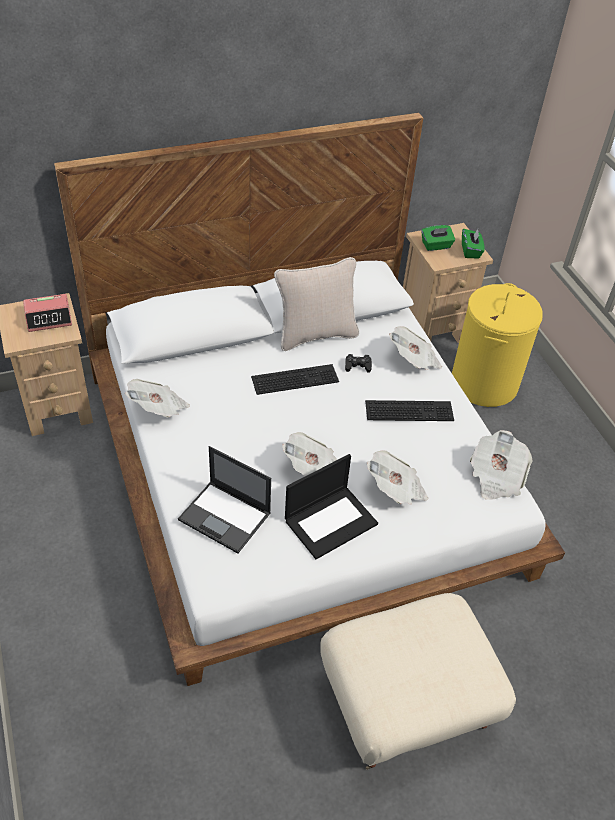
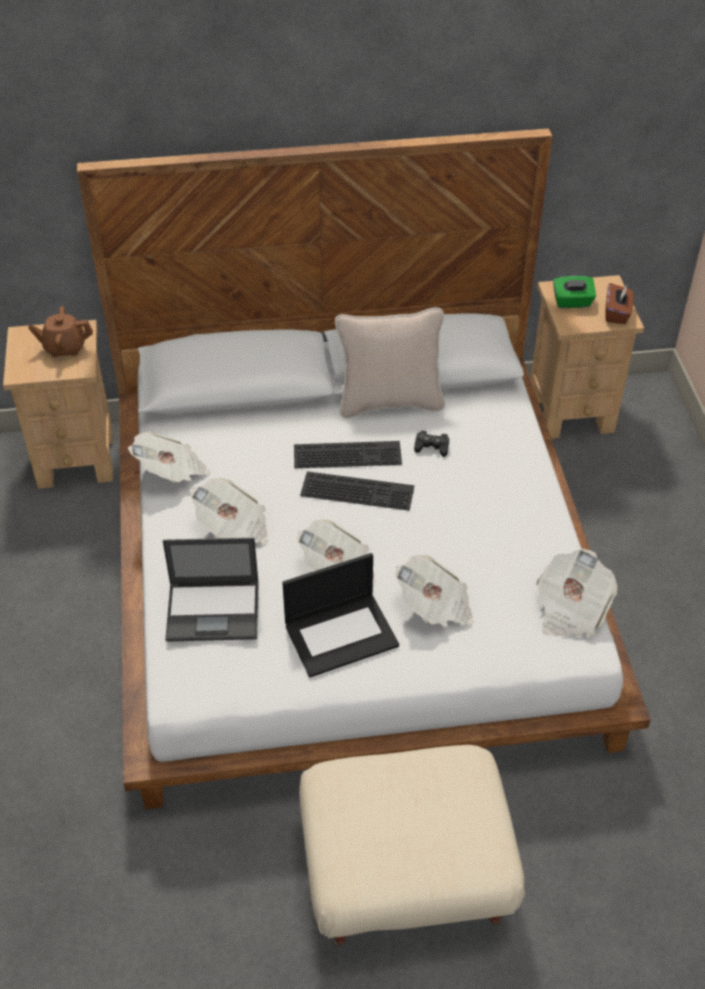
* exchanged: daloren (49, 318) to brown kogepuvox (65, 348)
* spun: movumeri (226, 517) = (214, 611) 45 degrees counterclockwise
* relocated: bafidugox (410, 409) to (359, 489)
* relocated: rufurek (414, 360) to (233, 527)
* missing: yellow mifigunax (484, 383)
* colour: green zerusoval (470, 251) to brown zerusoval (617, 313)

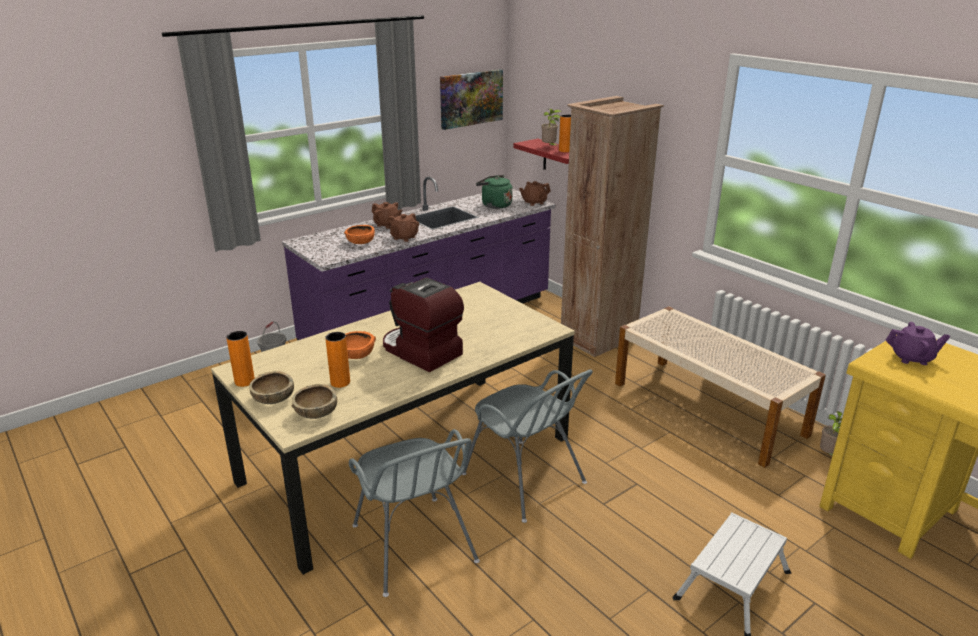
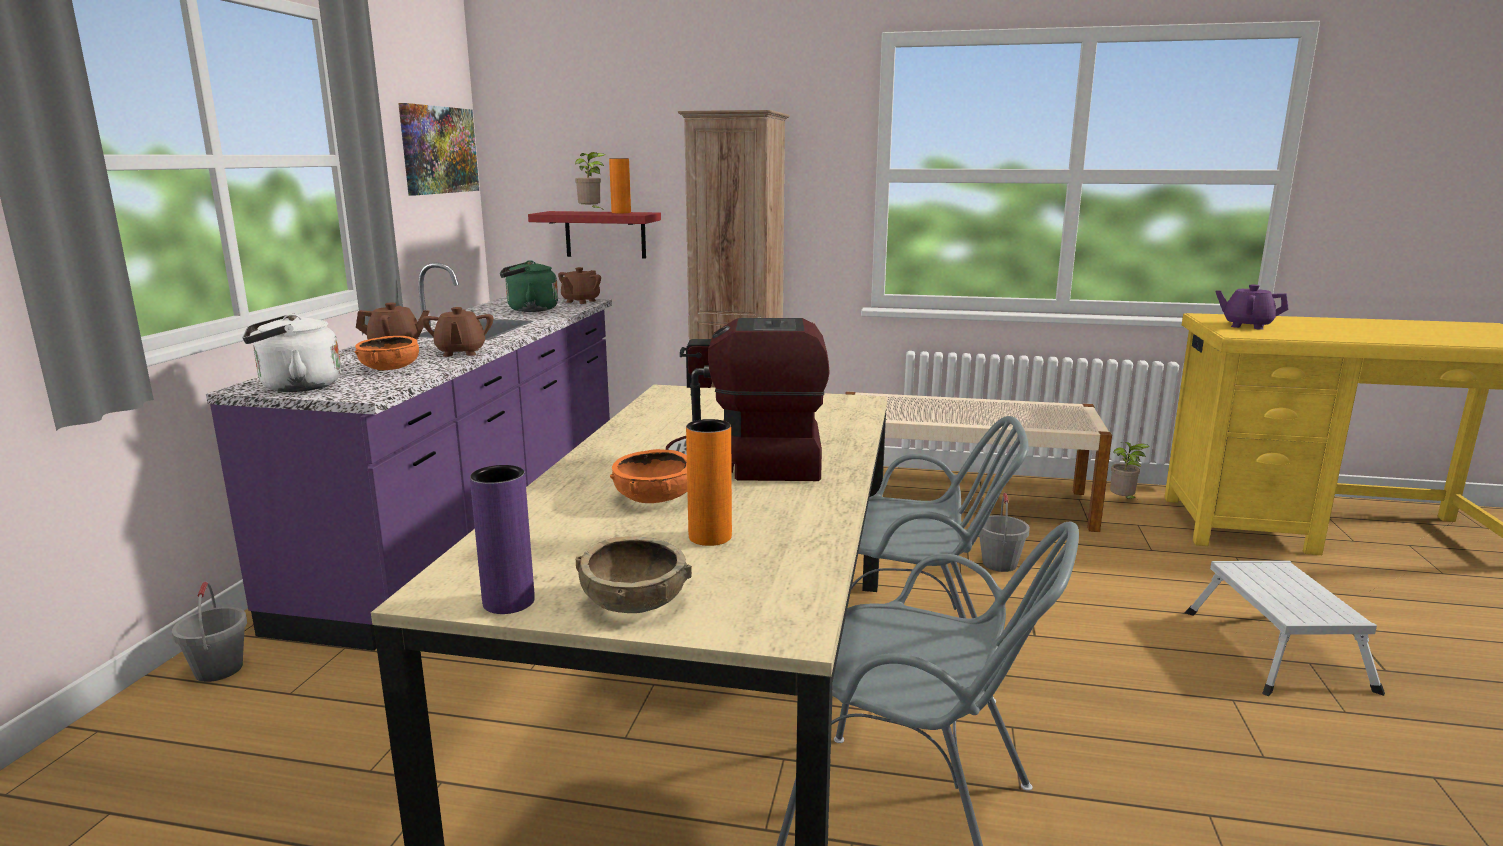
* colour: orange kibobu (244, 381) to purple kibobu (508, 602)
* missing: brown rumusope (316, 412)
* spun: purple kogepuvox (912, 358) = (1247, 326) 120 degrees counterclockwise
* appeared: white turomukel (295, 387)
* appeared: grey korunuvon (999, 564)

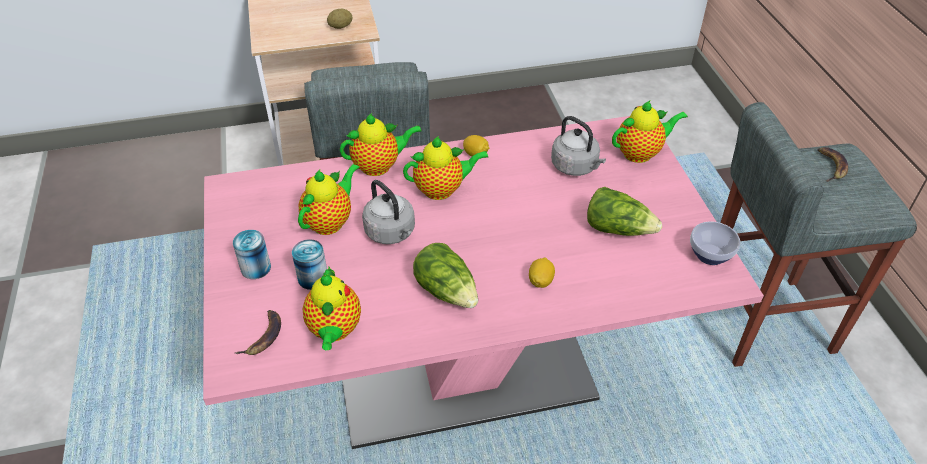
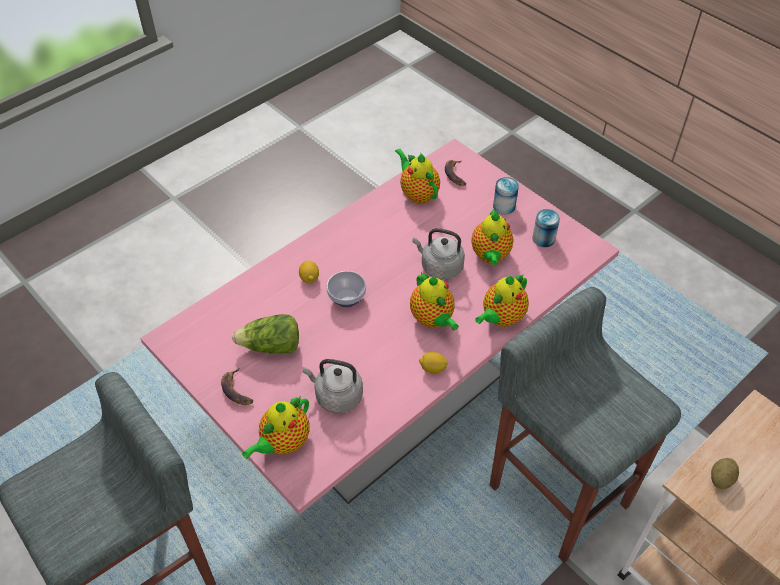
* relocated: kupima (313, 278) to (543, 238)
* spun: kogepuvox (442, 189) = (433, 319) 75 degrees counterclockwise
* missing: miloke (447, 291)
* relocated: rumusope (711, 256) to (345, 298)
* relocated: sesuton (830, 166) to (237, 390)

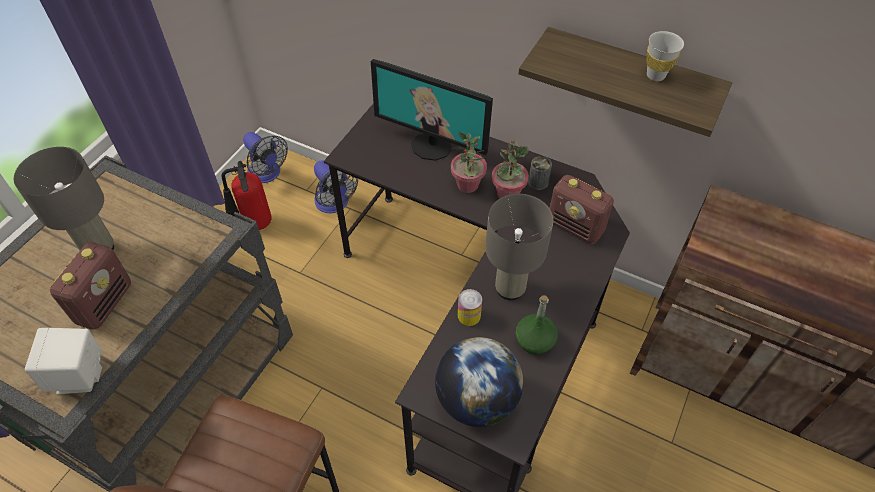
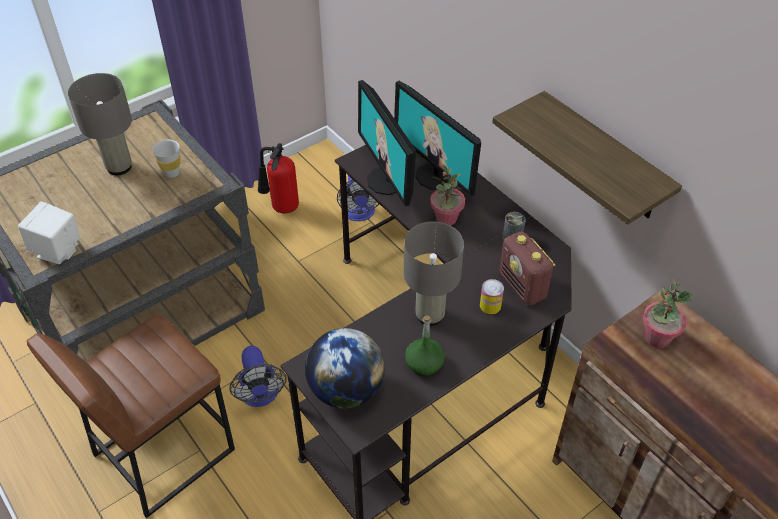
* missing: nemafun (105, 303)
* relocated: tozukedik (267, 174) to (260, 396)
* relocated: kupima (469, 315) to (490, 305)
* relocated: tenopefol (507, 194) to (657, 338)
* relocated: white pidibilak (655, 75) to (172, 173)
* appeared: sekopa (386, 181)

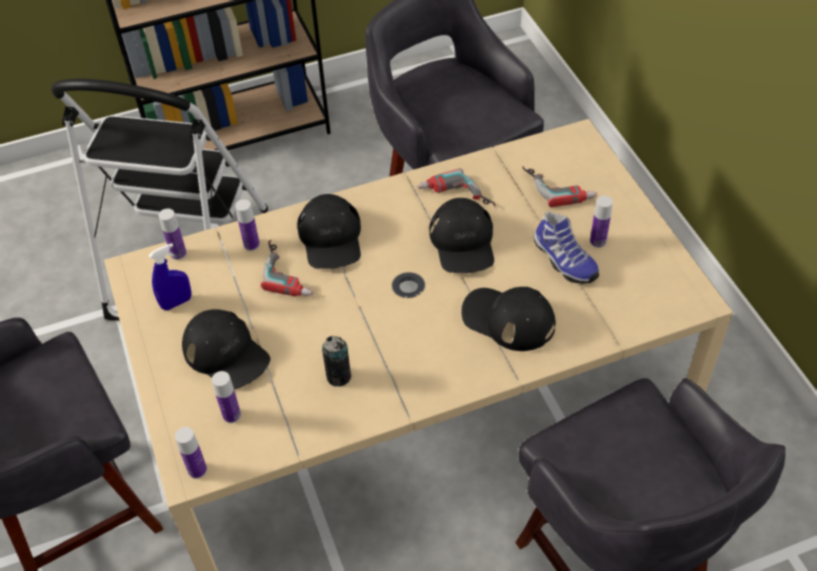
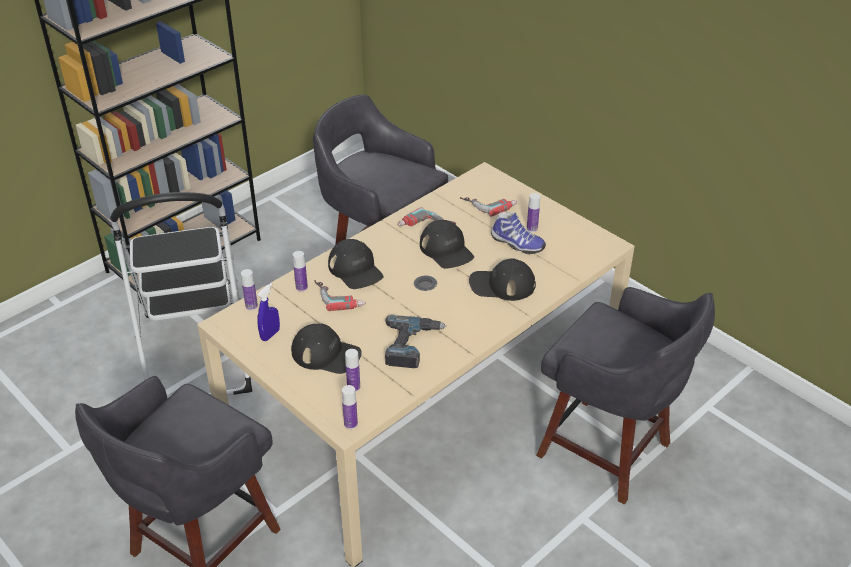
* exchanged: kupima (338, 376) to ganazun (412, 345)

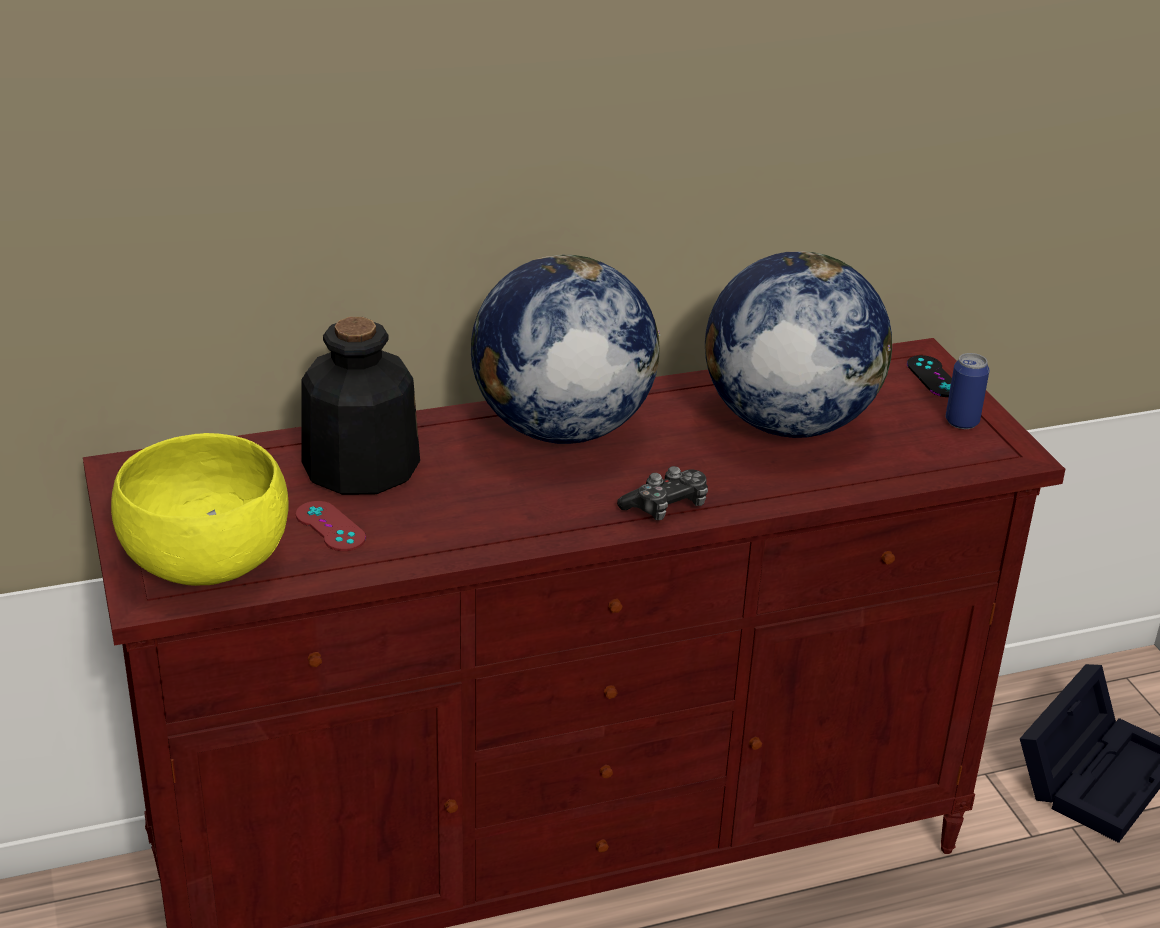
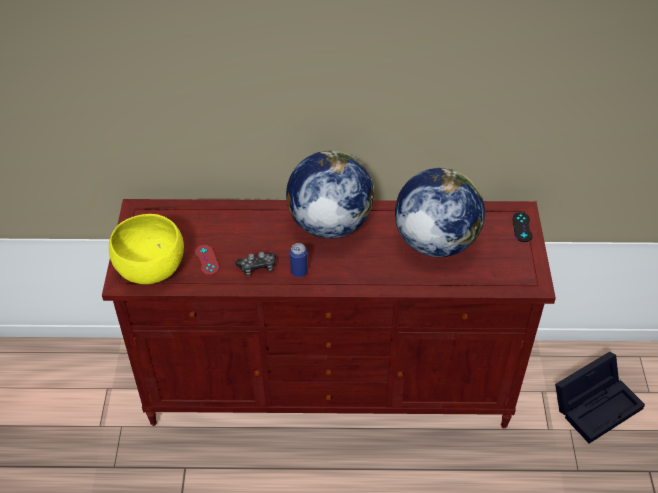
* missing: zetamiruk (359, 466)
* relocated: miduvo (666, 506) to (257, 267)
* relocated: kupima (962, 422) to (299, 272)

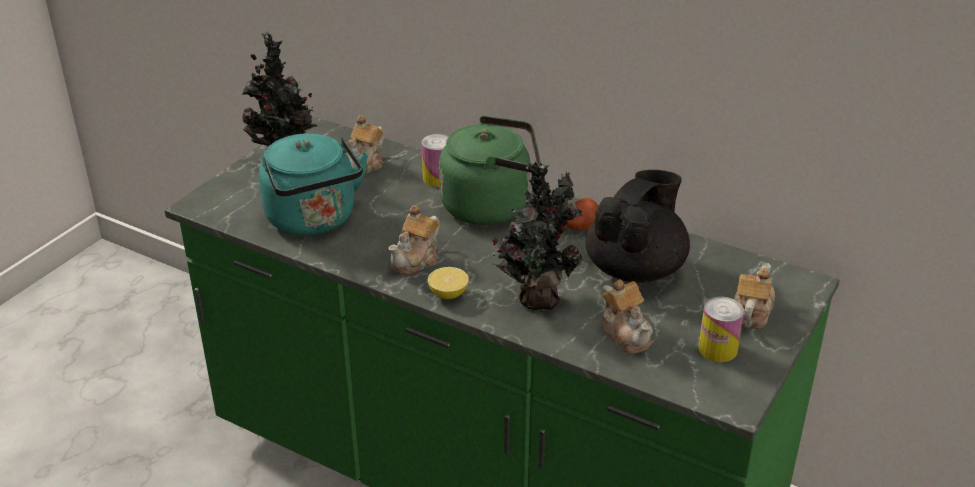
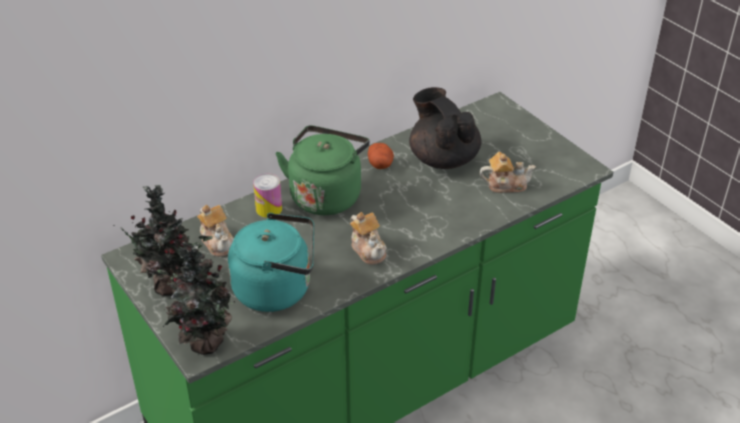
* missing: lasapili (448, 294)
* relocated: tenopefol (537, 297) to (202, 343)
* missing: kupima (717, 349)
* missing: kogepuvox (751, 312)

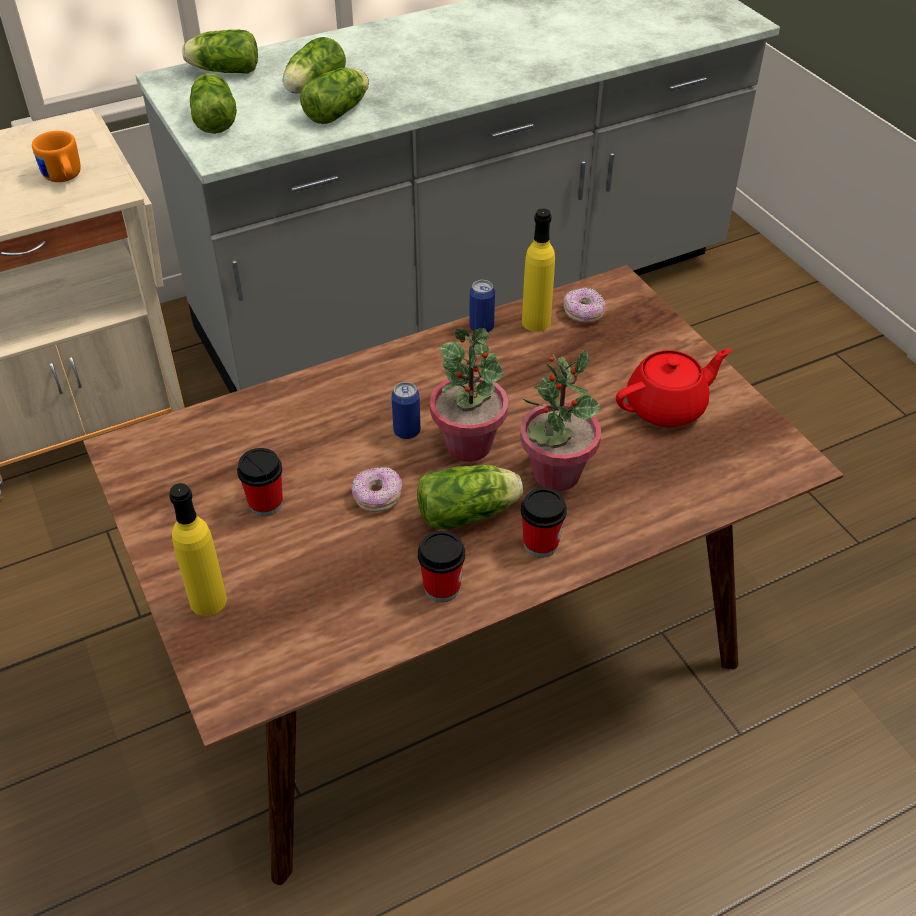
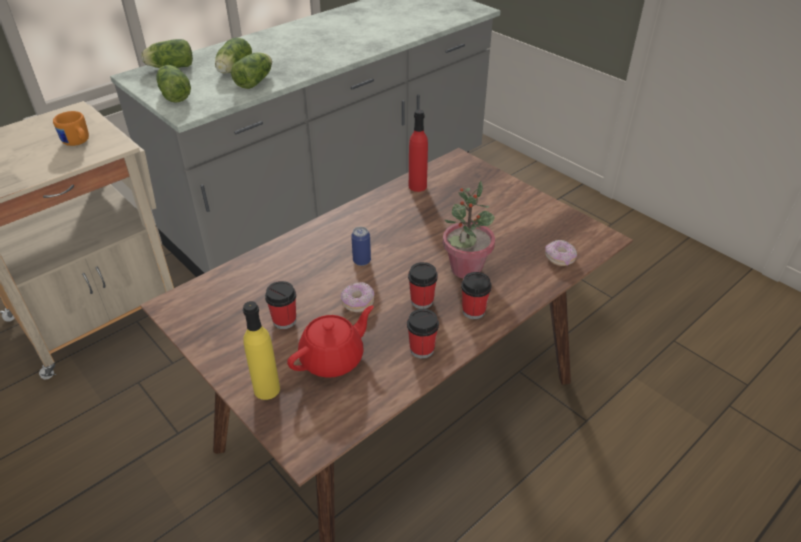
* exchanged: miloke (470, 513) to pidibilak (422, 301)
* missing: tenopefol (468, 445)
* missing: kupima (481, 327)
* colour: yellow zetamiruk (536, 322) to red zetamiruk (417, 186)
* relocated: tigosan (583, 313) to (559, 259)
* relocated: red kogepuvox (667, 407) to (333, 359)

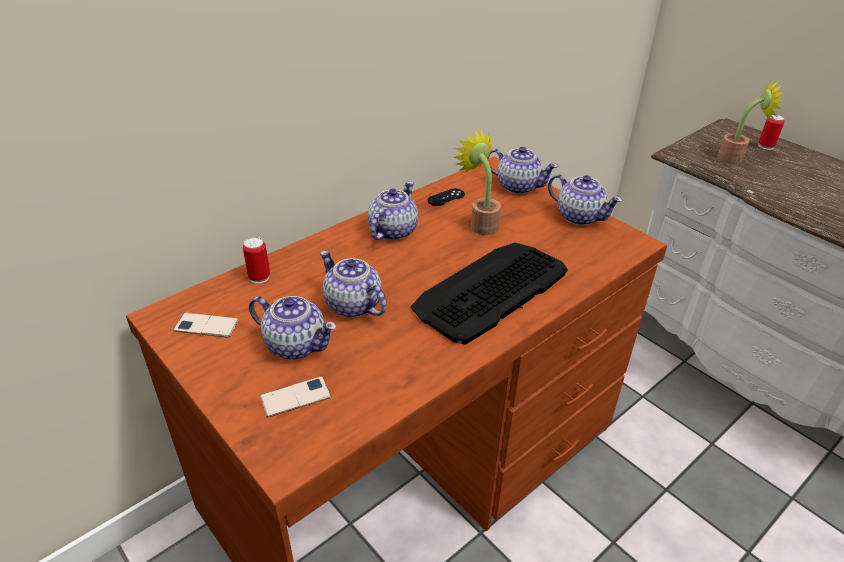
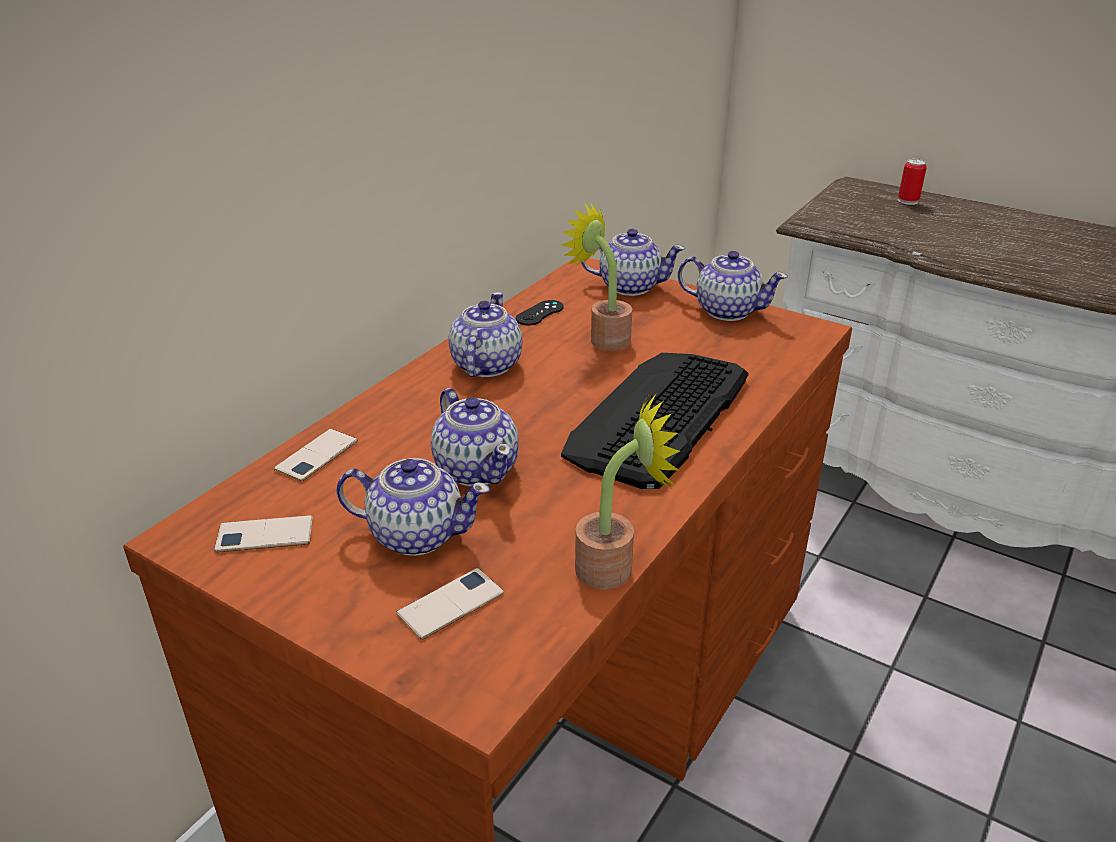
* exchanged: kupima (259, 277) to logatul (317, 455)
* spun: kogepuvox (353, 306) = (477, 468) 150 degrees counterclockwise
* relocated: tenopefol (735, 158) to (615, 567)

